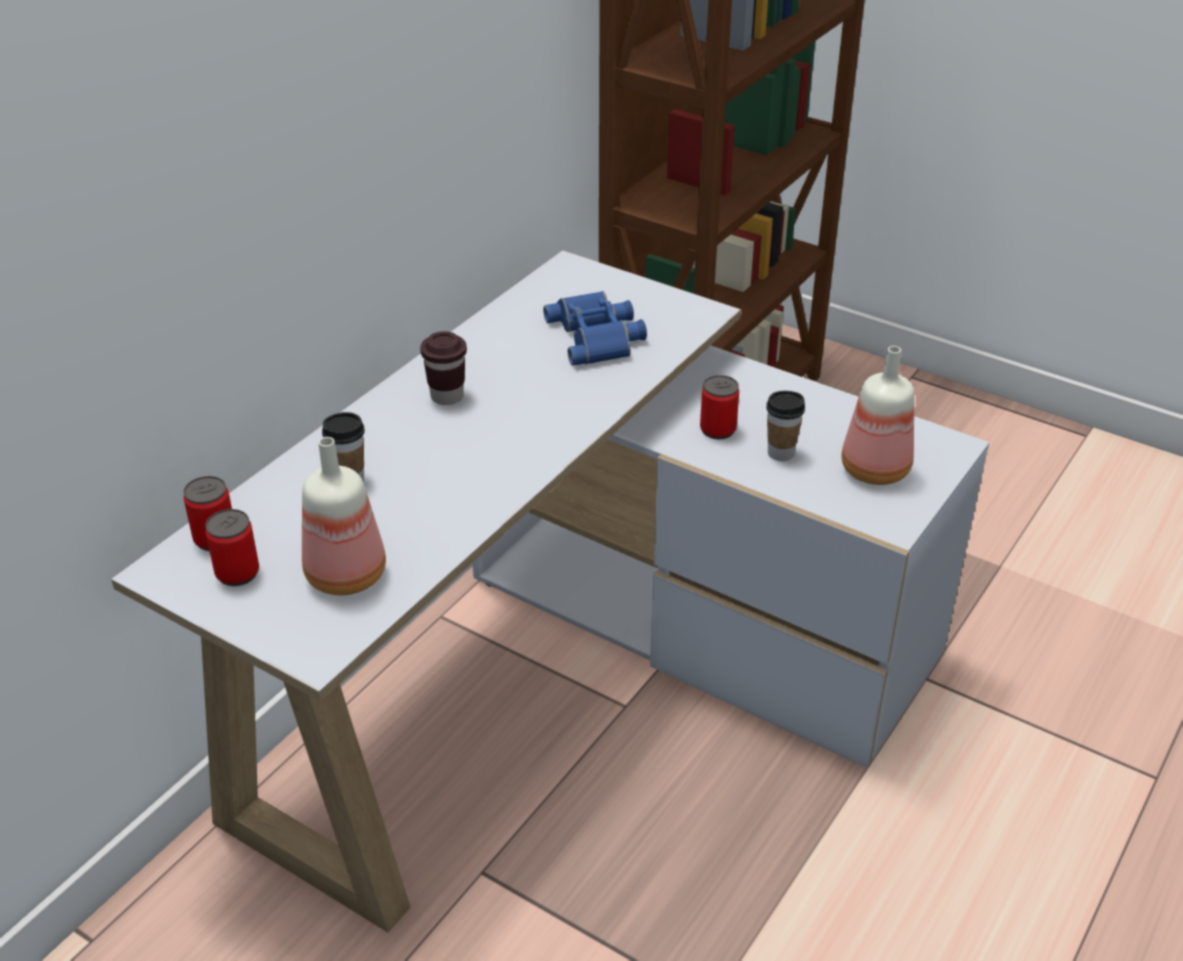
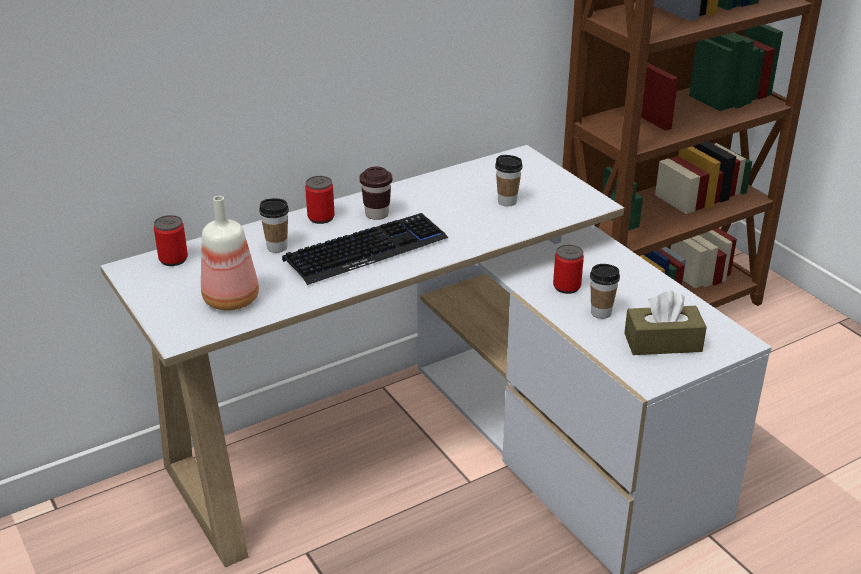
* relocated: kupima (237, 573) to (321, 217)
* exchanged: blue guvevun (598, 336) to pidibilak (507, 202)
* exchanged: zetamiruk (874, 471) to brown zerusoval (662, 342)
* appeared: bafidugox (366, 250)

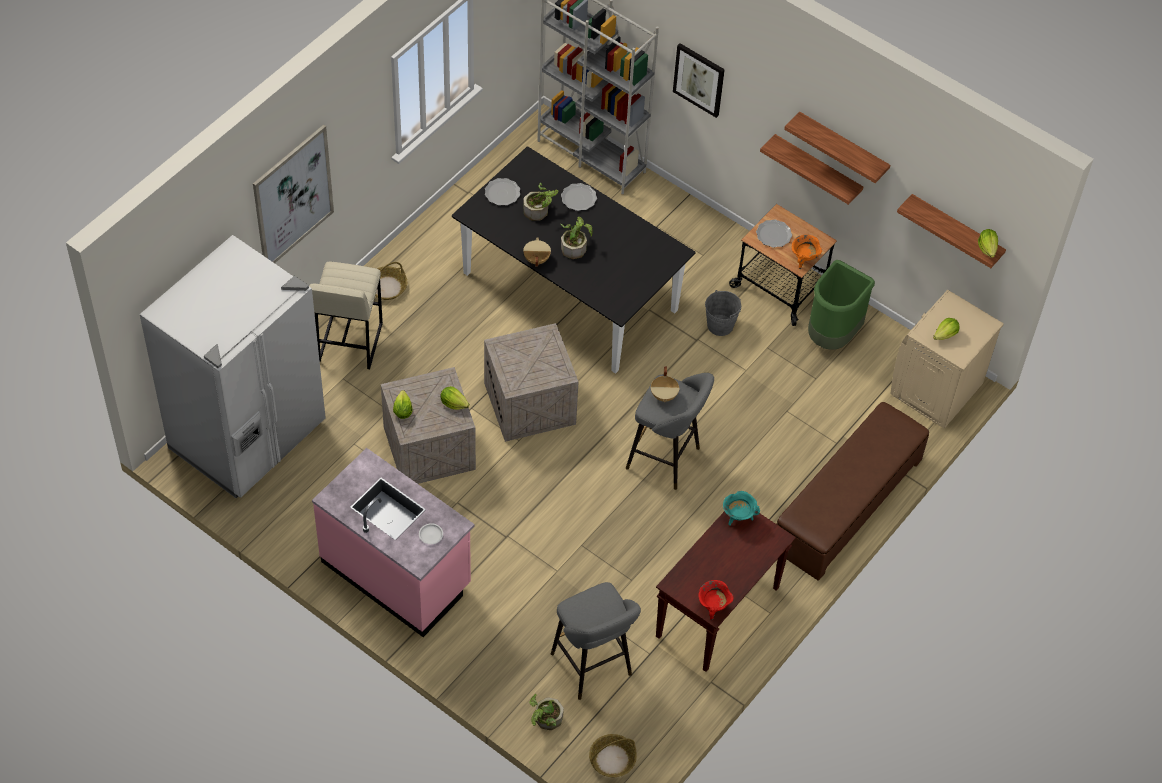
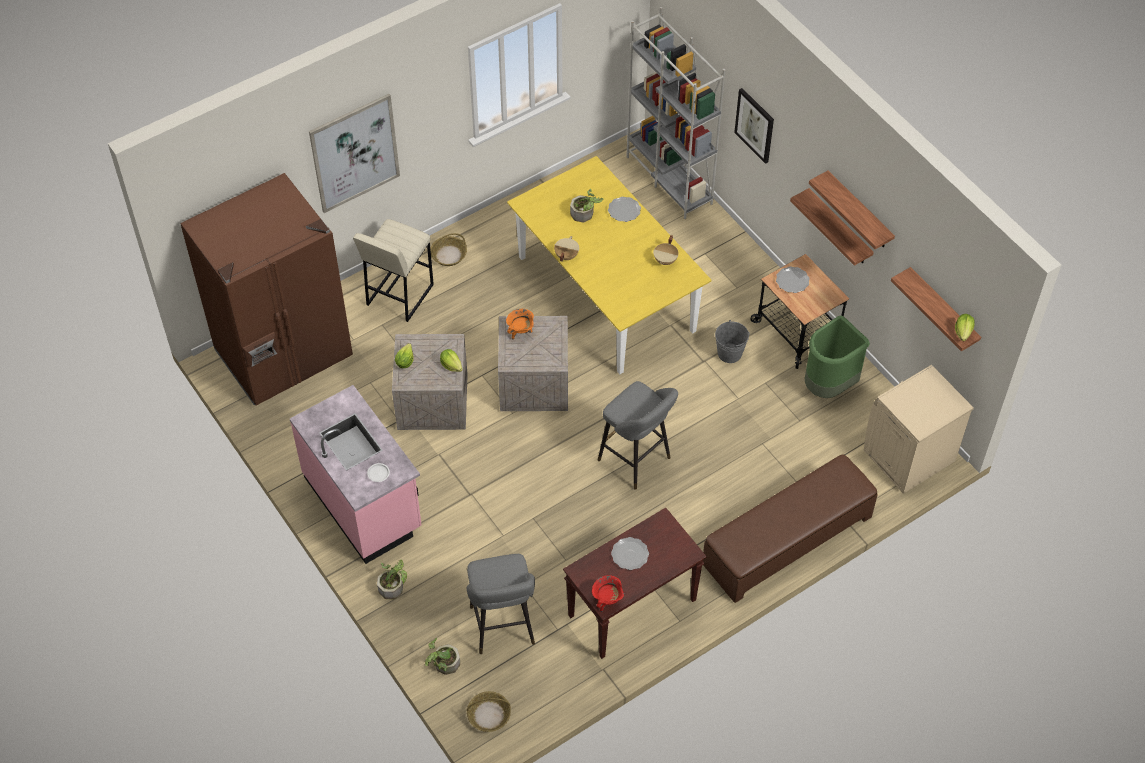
* colour: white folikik (248, 435) to brown folikik (284, 354)
* colour: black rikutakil (569, 292) to yellow rikutakil (605, 293)
* relocated: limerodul (502, 193) to (630, 554)
* relocated: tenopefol (575, 246) to (393, 586)
* relocated: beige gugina (664, 395) to (666, 260)
* missing: turquoise gugina (738, 517)
* relocated: orange gugina (804, 259) to (520, 331)
* missing: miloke (945, 335)

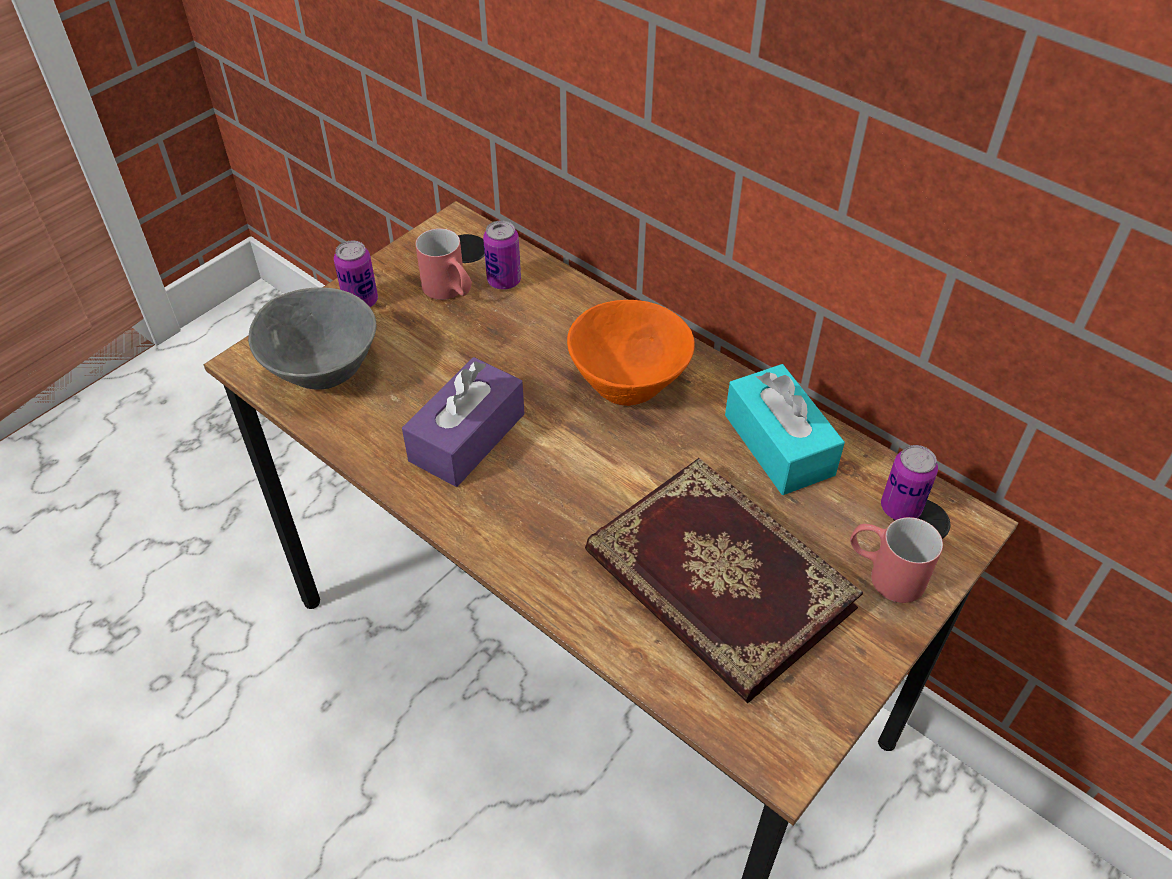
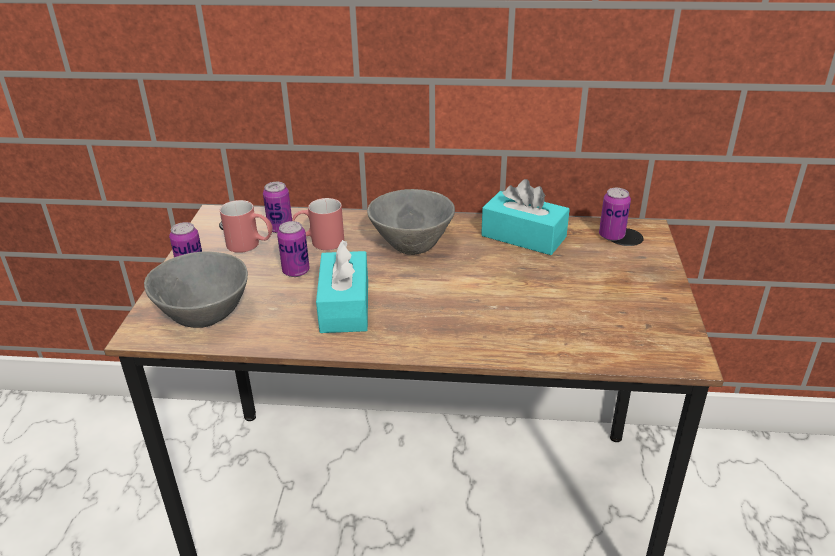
* colour: purple zerusoval (467, 437) to turquoise zerusoval (345, 306)
* colour: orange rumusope (632, 383) to grey rumusope (414, 243)
* missing: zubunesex (716, 583)
* relocated: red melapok (884, 573) to (319, 242)
* appeared: kupima (296, 271)

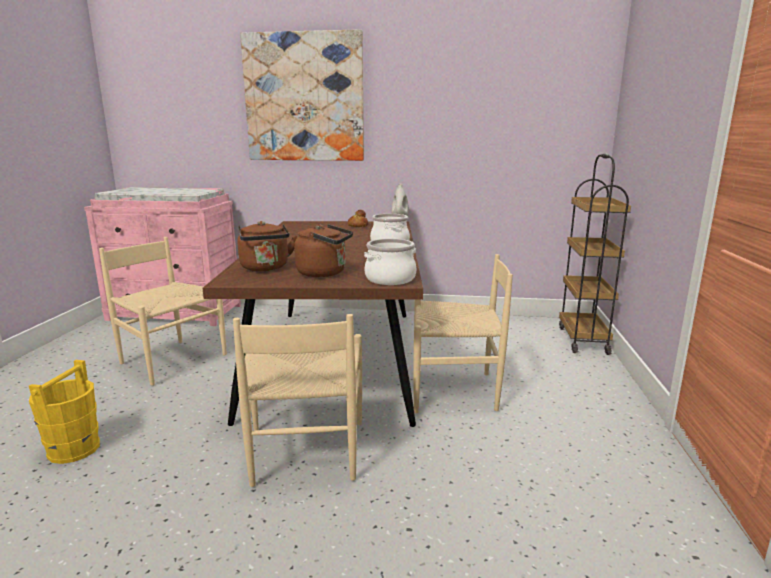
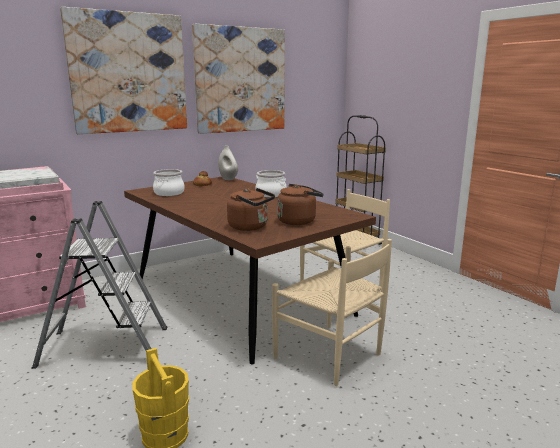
* exchanged: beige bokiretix (170, 360) to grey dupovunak (102, 346)
* relocated: gugina (390, 279) to (169, 193)
* appeared: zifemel (240, 80)

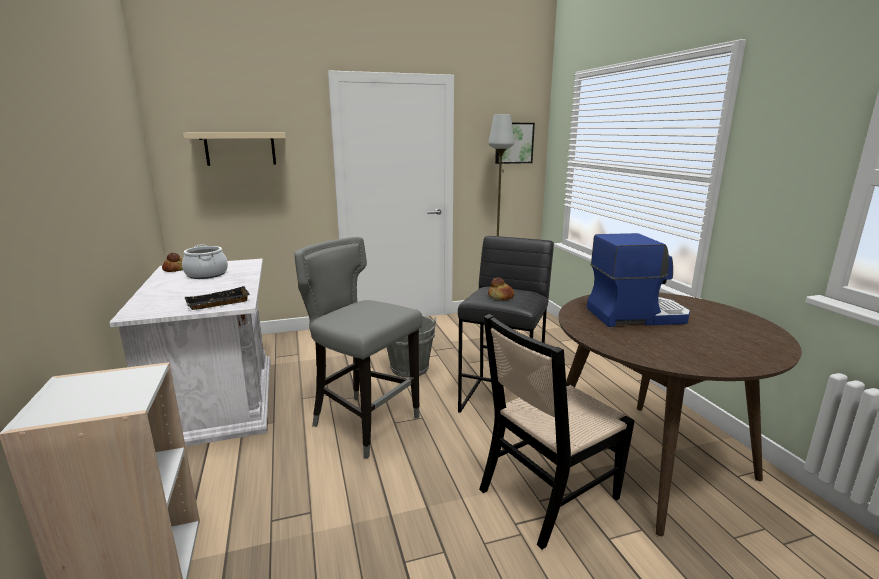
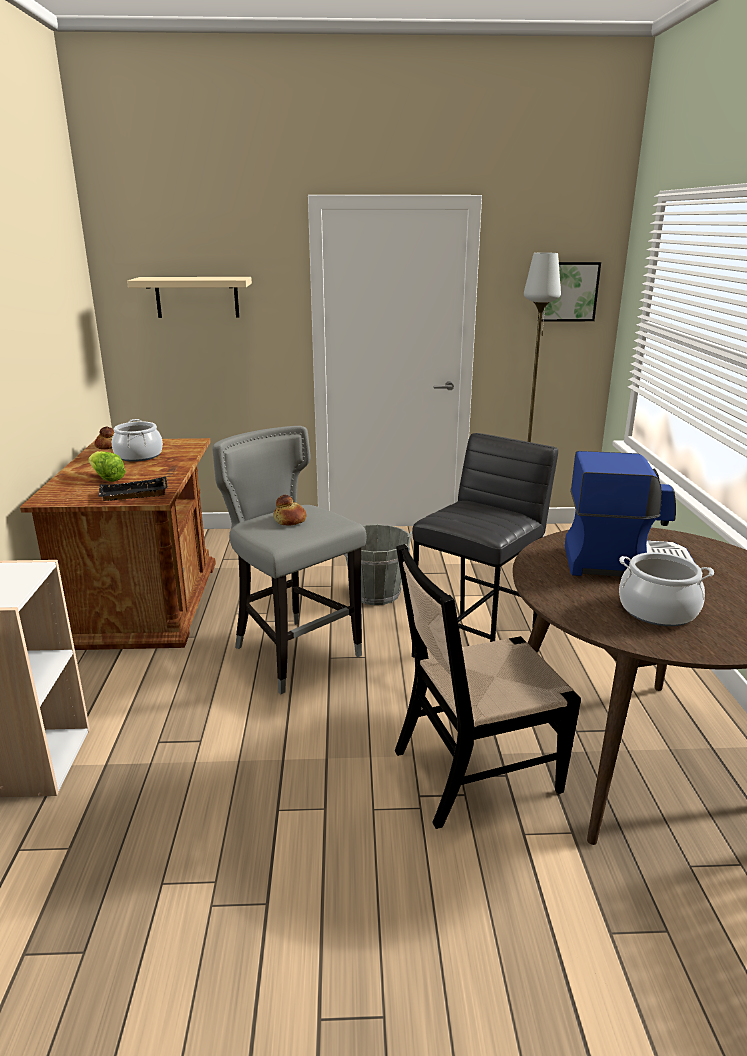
* colour: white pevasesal (219, 399) to brown pevasesal (146, 601)
* relocated: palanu (501, 297) to (290, 520)
* appeared: miloke (106, 478)
* appeared: gugina (657, 610)

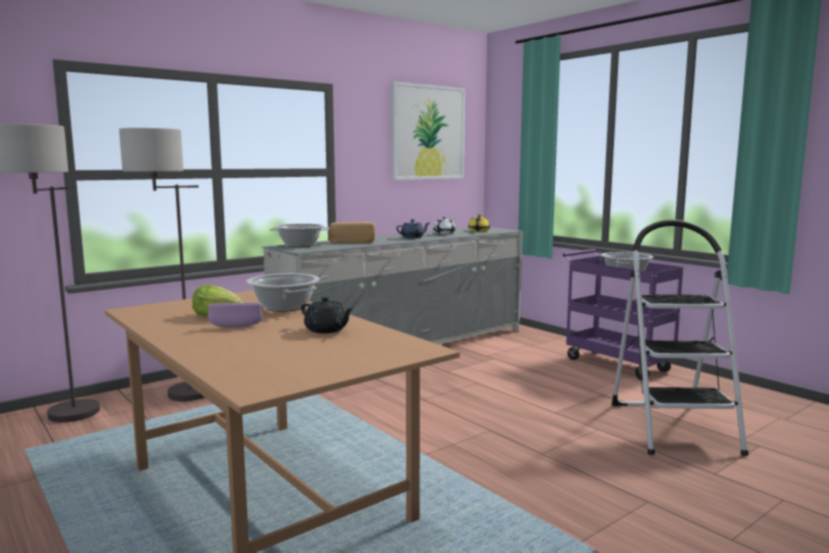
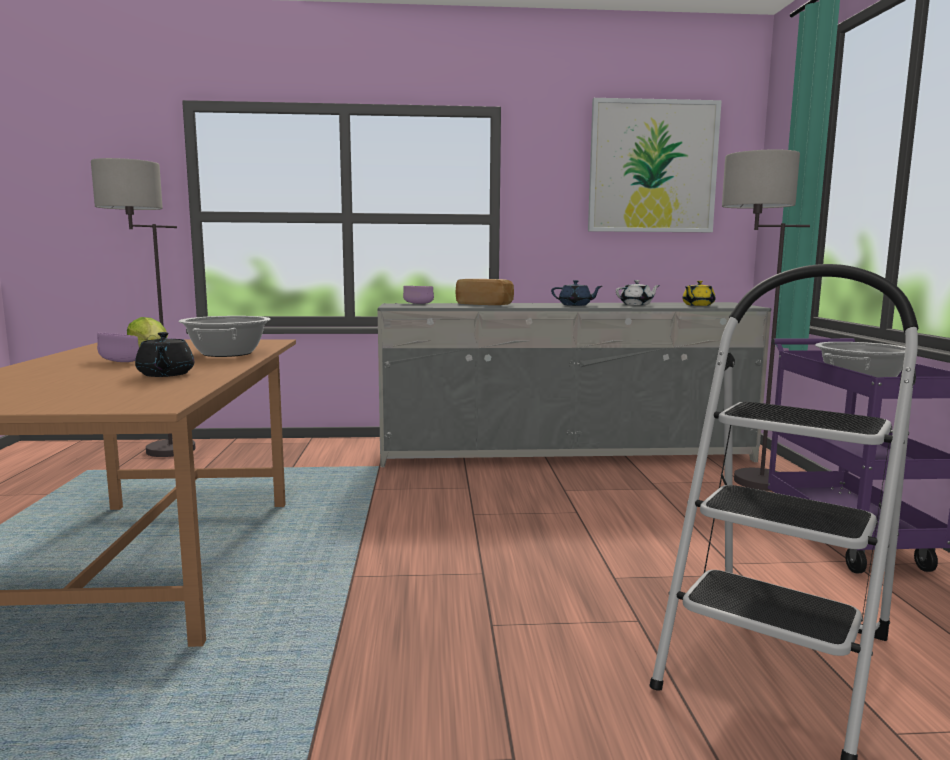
* relocated: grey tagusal (176, 396) to (745, 482)
* exchanged: gugina (300, 245) to purple rumusope (418, 303)

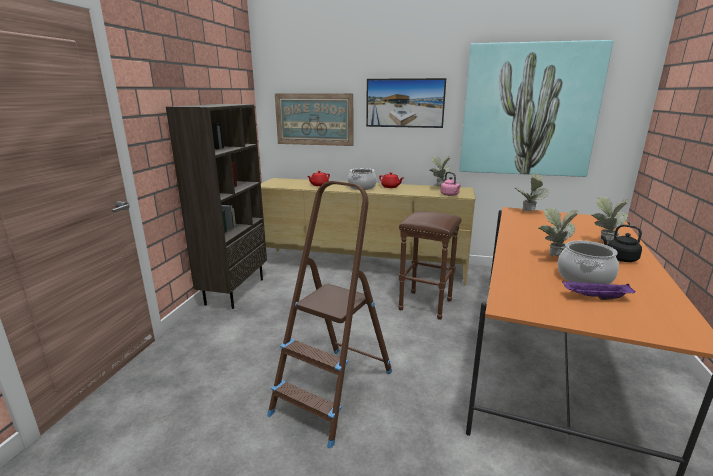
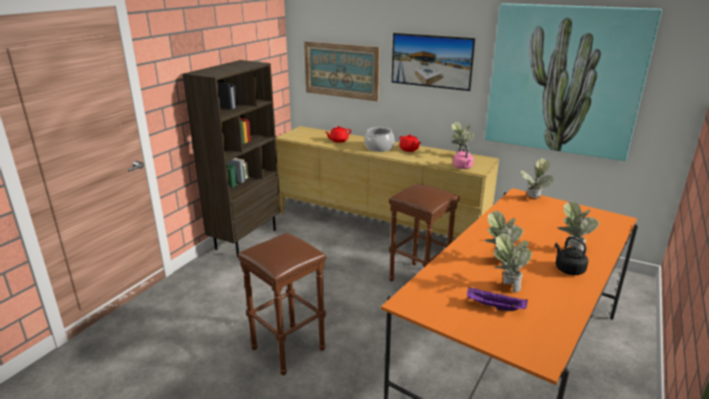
* exchanged: brown dupovunak (333, 392) to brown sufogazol (290, 348)
* exchanged: gugina (585, 278) to tenopefol (506, 286)

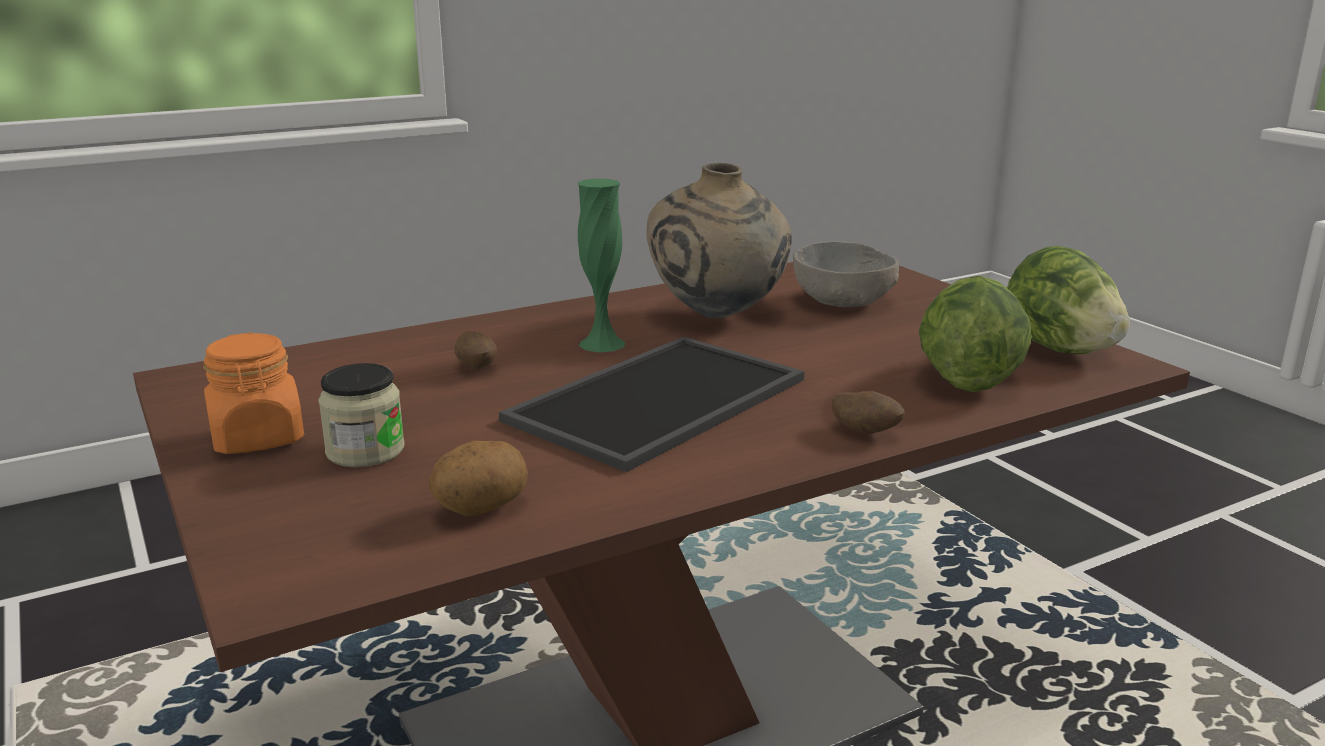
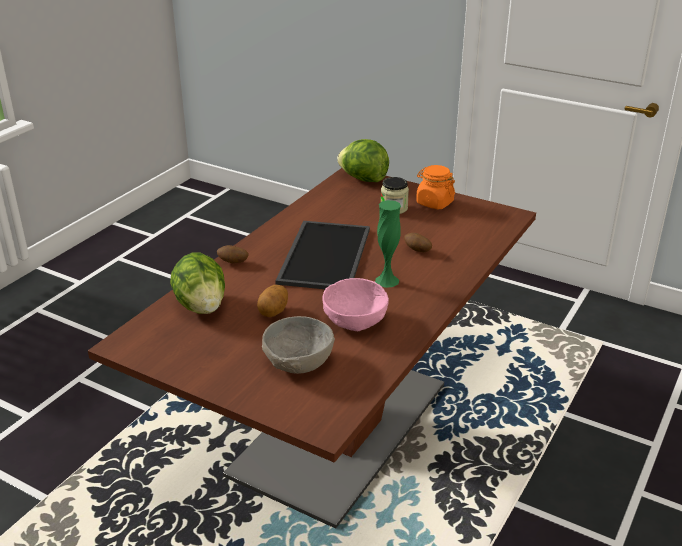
* relocated: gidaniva (481, 509) to (274, 312)
* exchanged: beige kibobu (718, 316) to pink rumusope (355, 321)
* relocated: miloke (1059, 348) to (363, 179)

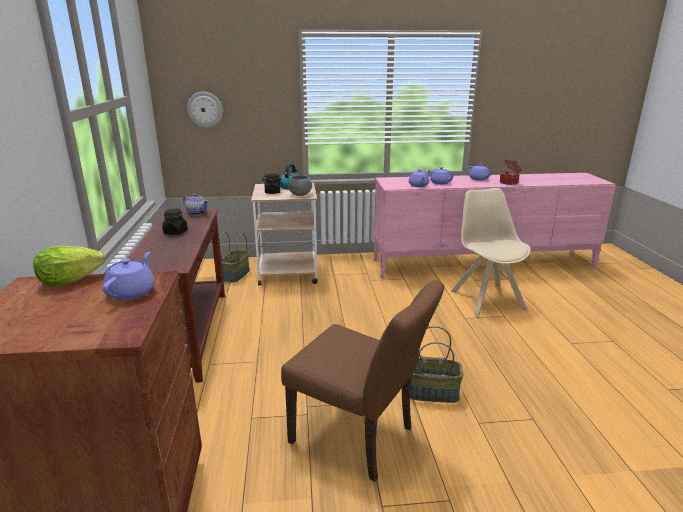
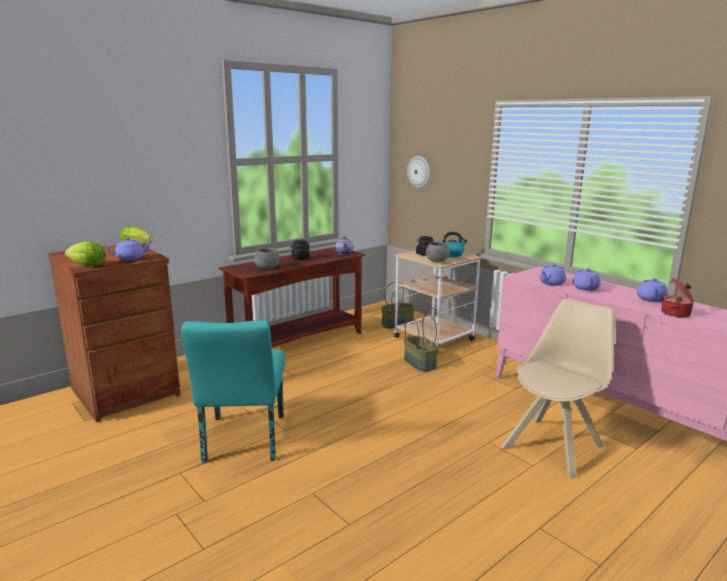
* colour: brown bokiretix (360, 438) to turquoise bokiretix (242, 442)
* relocated: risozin (433, 392) to (420, 363)
* appeared: miloke (88, 265)
* appeared: grey rumusope (267, 268)

